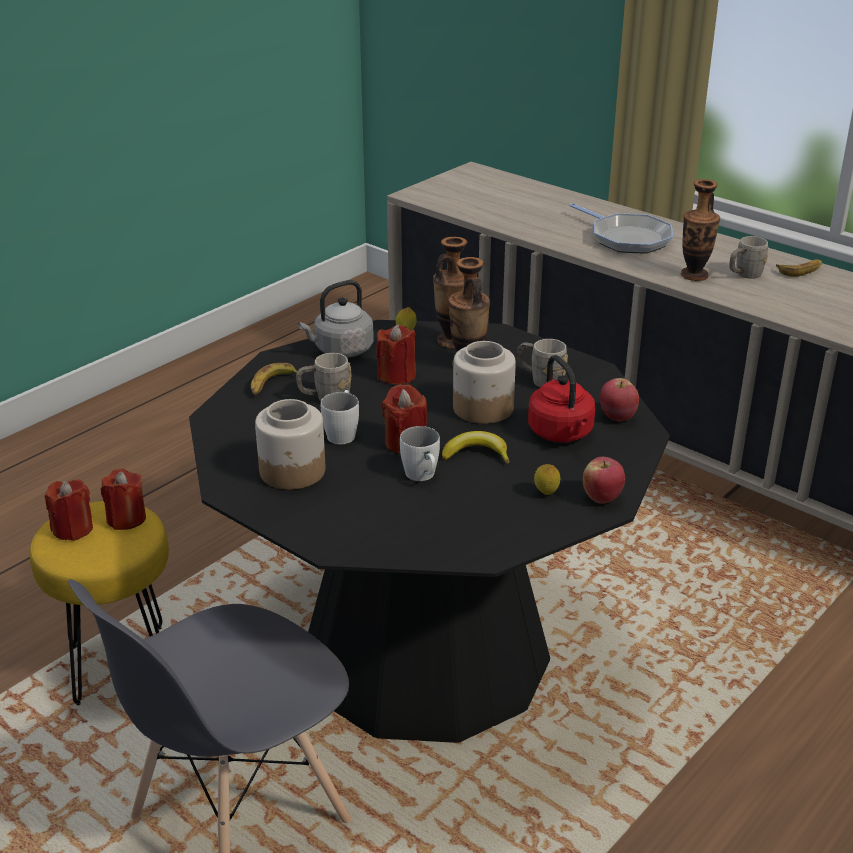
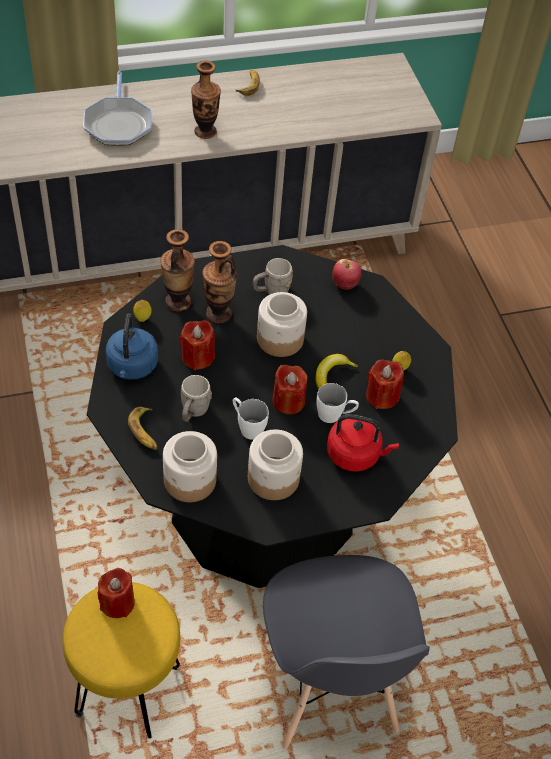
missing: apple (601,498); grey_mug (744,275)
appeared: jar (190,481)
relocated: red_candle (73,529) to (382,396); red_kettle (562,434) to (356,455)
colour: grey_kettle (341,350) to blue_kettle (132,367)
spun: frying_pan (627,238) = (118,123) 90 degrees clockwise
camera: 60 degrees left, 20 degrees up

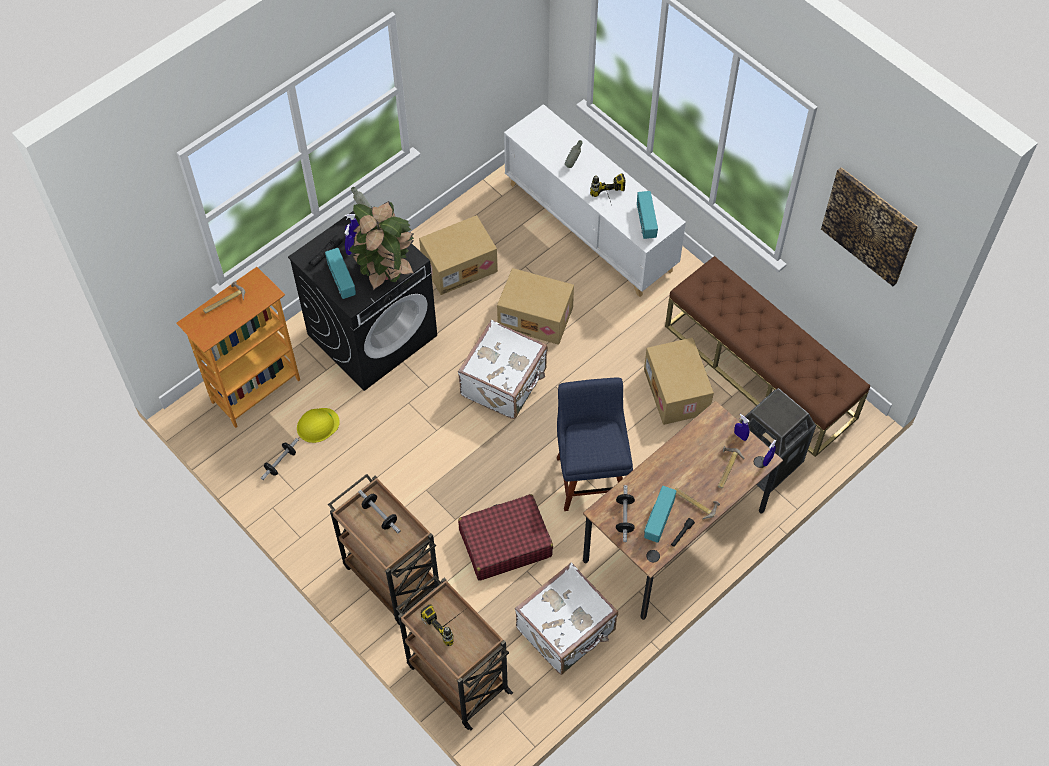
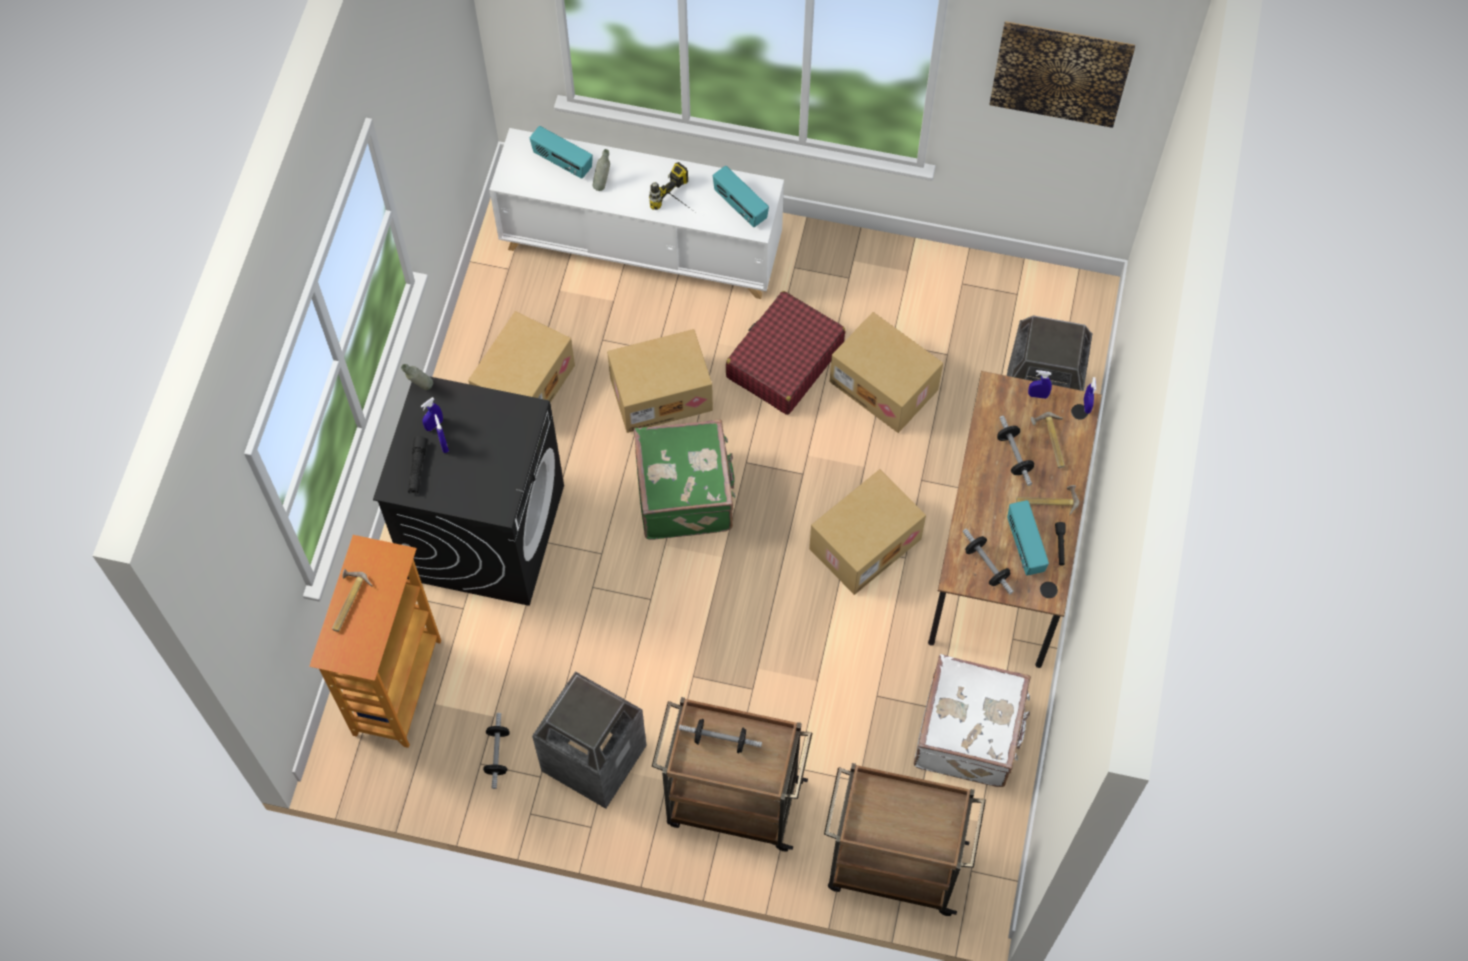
missing: yellow_hard_hat (317,425); potted_plant (385,270); power_drill (450,622); brown_bench (760,371)
appeared: trash_can (593,759); dumbbell (1014,455)
relocated: radio (341,281) to (562,162); red_suitcase (505,543) to (784,361)
exchanged: blue_chair (591,476) to cardboard_box (864,542)
colour: white_suitcase (505,383) to green_suitcase (686,494)
camera: 35 degrees left, 5 degrees up

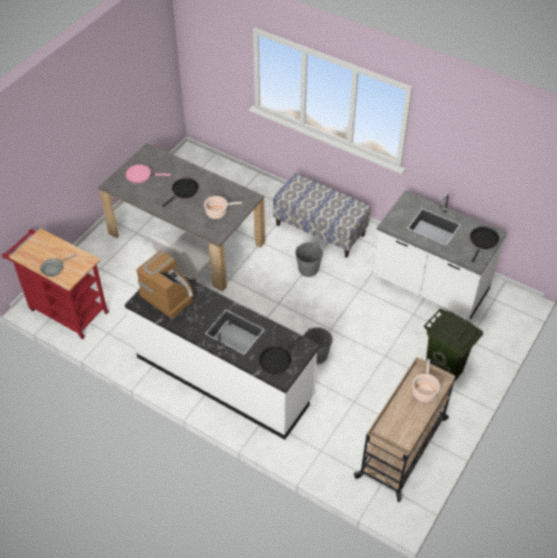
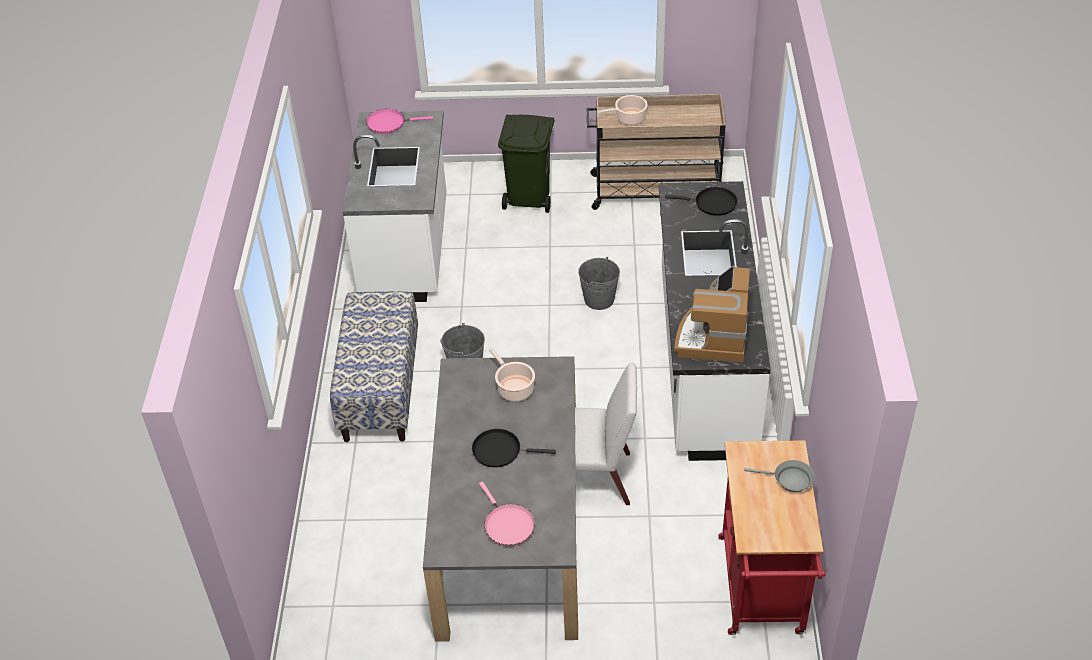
colour: black_frying_pan (483,241) to pink_frying_pan (389,123)
camera: 120 degrees left, 5 degrees down

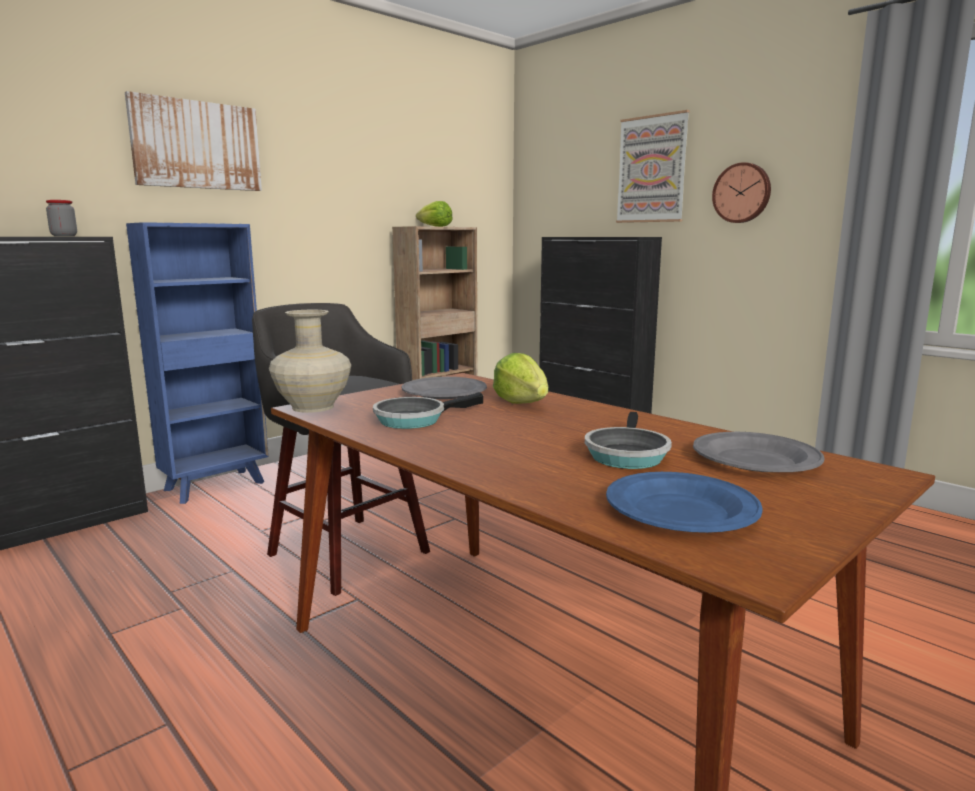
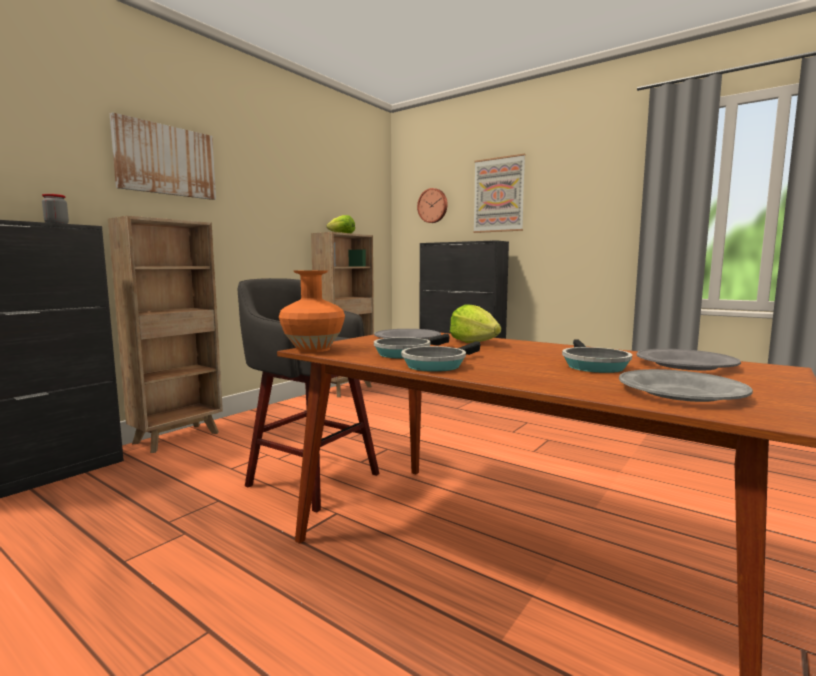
appeared: frying_pan (437,364)
relocated: wall_clock (742,193) to (433,205)
colour: blue_bookcase (217,486) to brown_bookcase (178,437); beige_vase (313,407) to orange_vase (312,349); blue_plate (680,510) to grey_plate (680,392)
camera: 10 degrees left, 5 degrees down

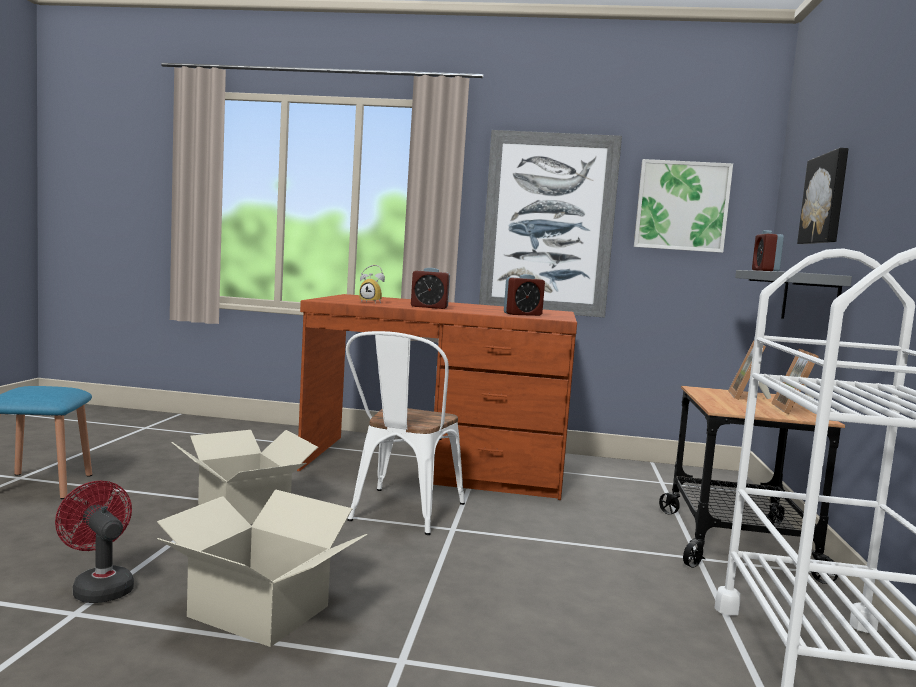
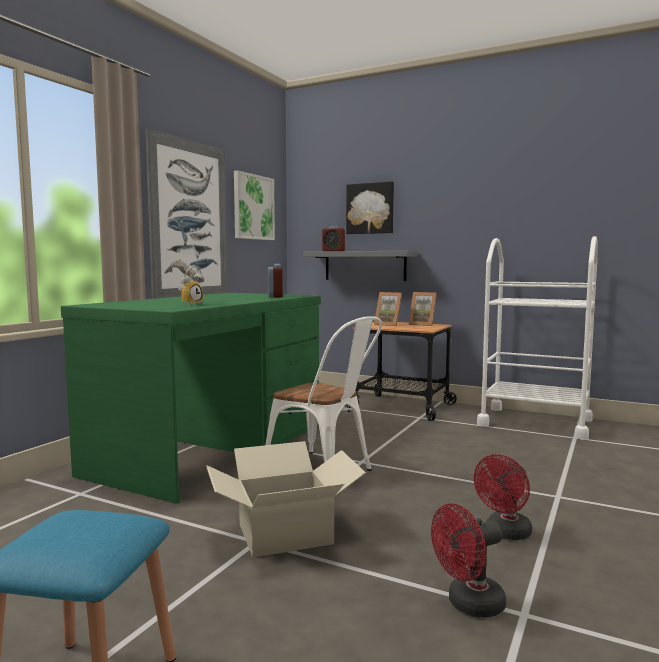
missing: alarm_clock (429,307)
exchanged: cardboard_box (258,612) to red_fan (505,533)
colour: brown_desk (437,466) to green_desk (212,449)
camera: 70 degrees left, 0 degrees up

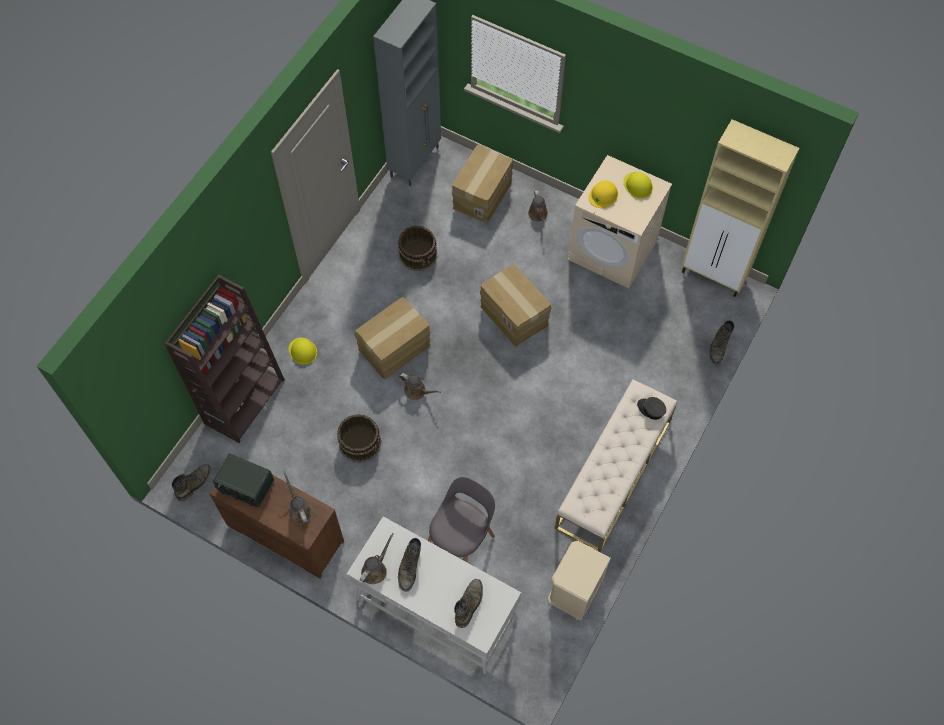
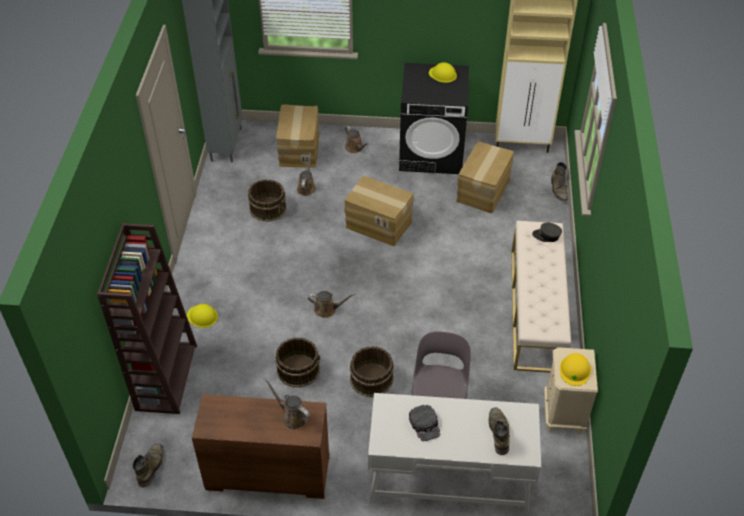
missing: radio (245,486)
appeared: brown_bucket (371,378)
relocated: cardboard_box (395,348) to (484,190); brown_watering_can (375,569) to (306,187); yellow_hard_hat (603,195) to (575,370)
exchanged: green_boot (409,567) to black_cap (425,424)
colour: beige_washing_machine (613,250) to black_washing_machine (432,153)
camera: 25 degrees left, 15 degrees down

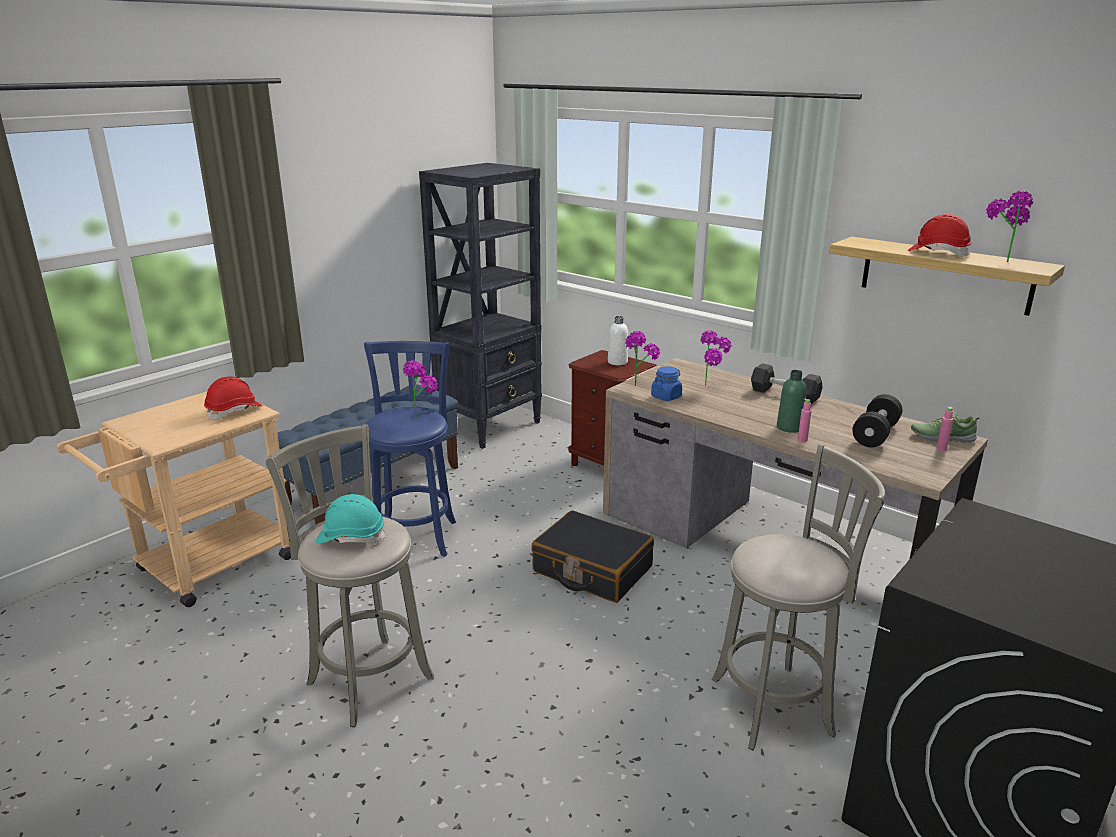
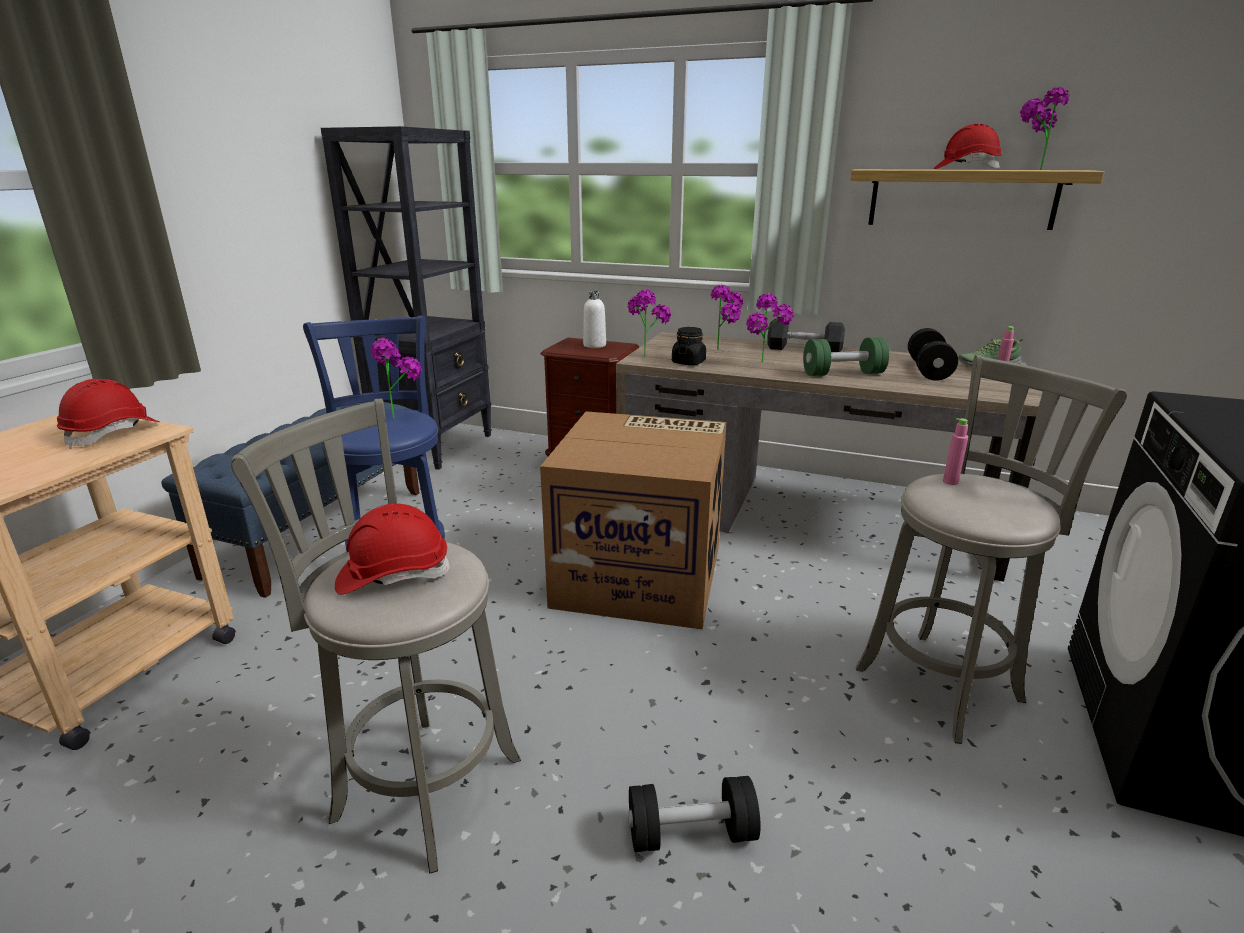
appeared: black_dumbbell (691,833); potted_plant (765,364)
relocated: pink_bottle (802,440) to (950,482)
exchanged: black_suitcase (592,570) to cardboard_box (641,575); green_bottle (789,427) to green_dumbbell (843,374)
colour: turquoise_hard_hat (351,537) to red_hard_hat (393,575); blue_jar (666,397) to black_jar (688,362)
camera: 20 degrees left, 0 degrees up

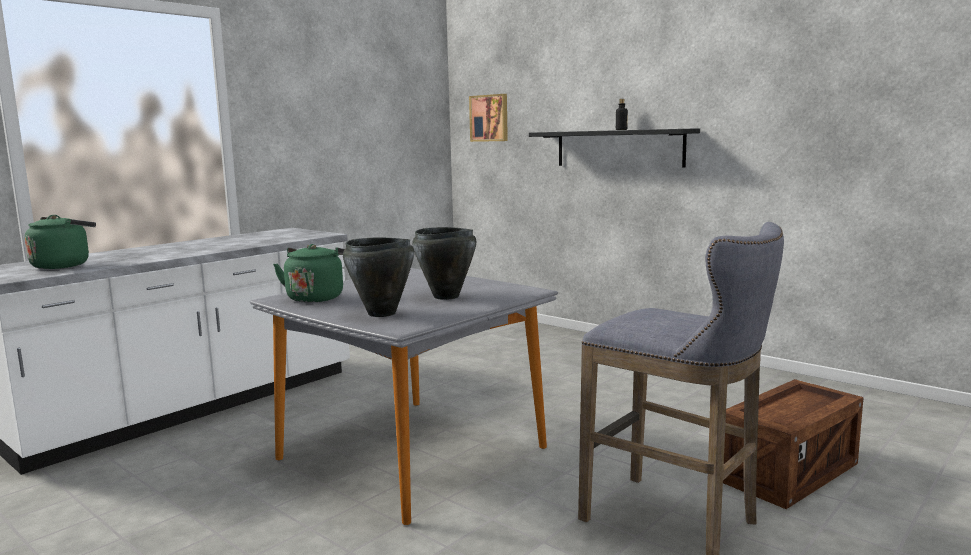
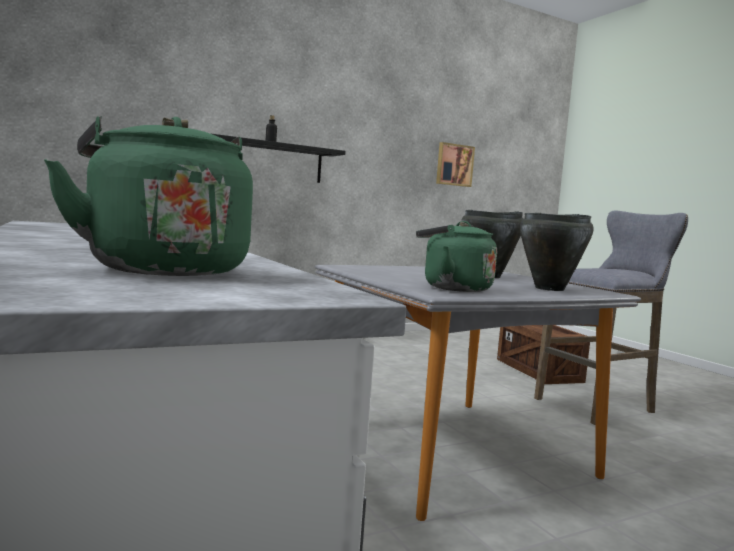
relocated: picture (489,118) to (454,165)
camera: 70 degrees left, 5 degrees down

